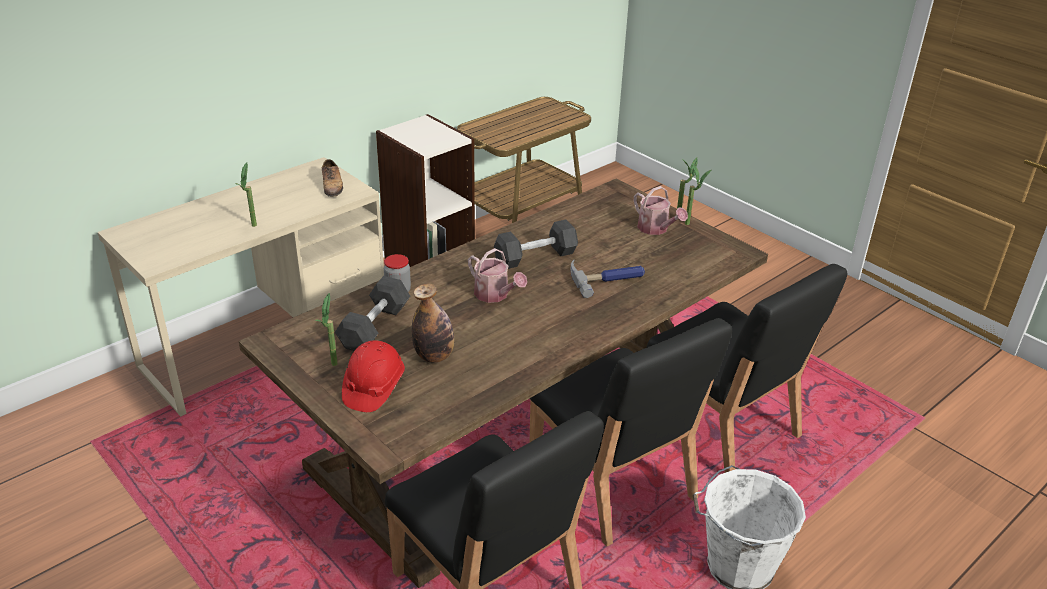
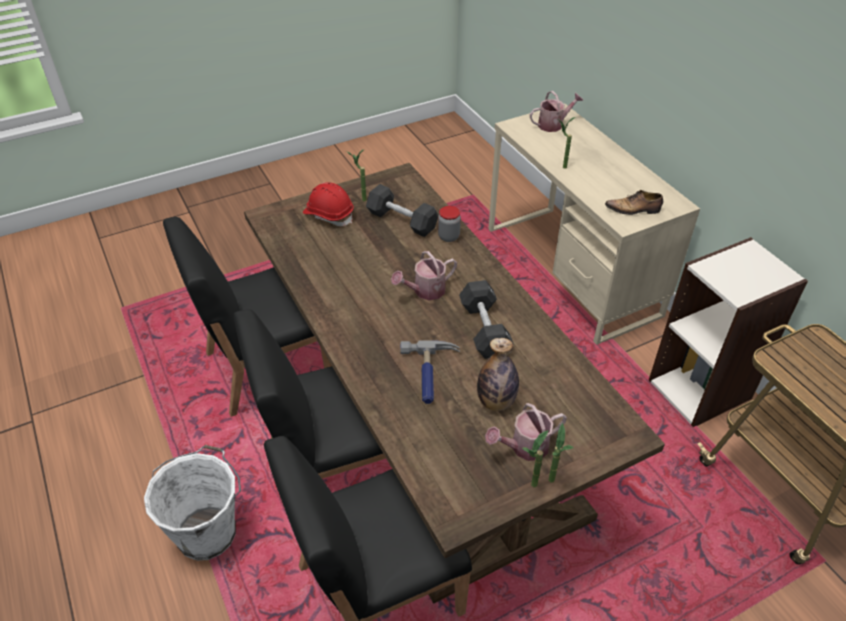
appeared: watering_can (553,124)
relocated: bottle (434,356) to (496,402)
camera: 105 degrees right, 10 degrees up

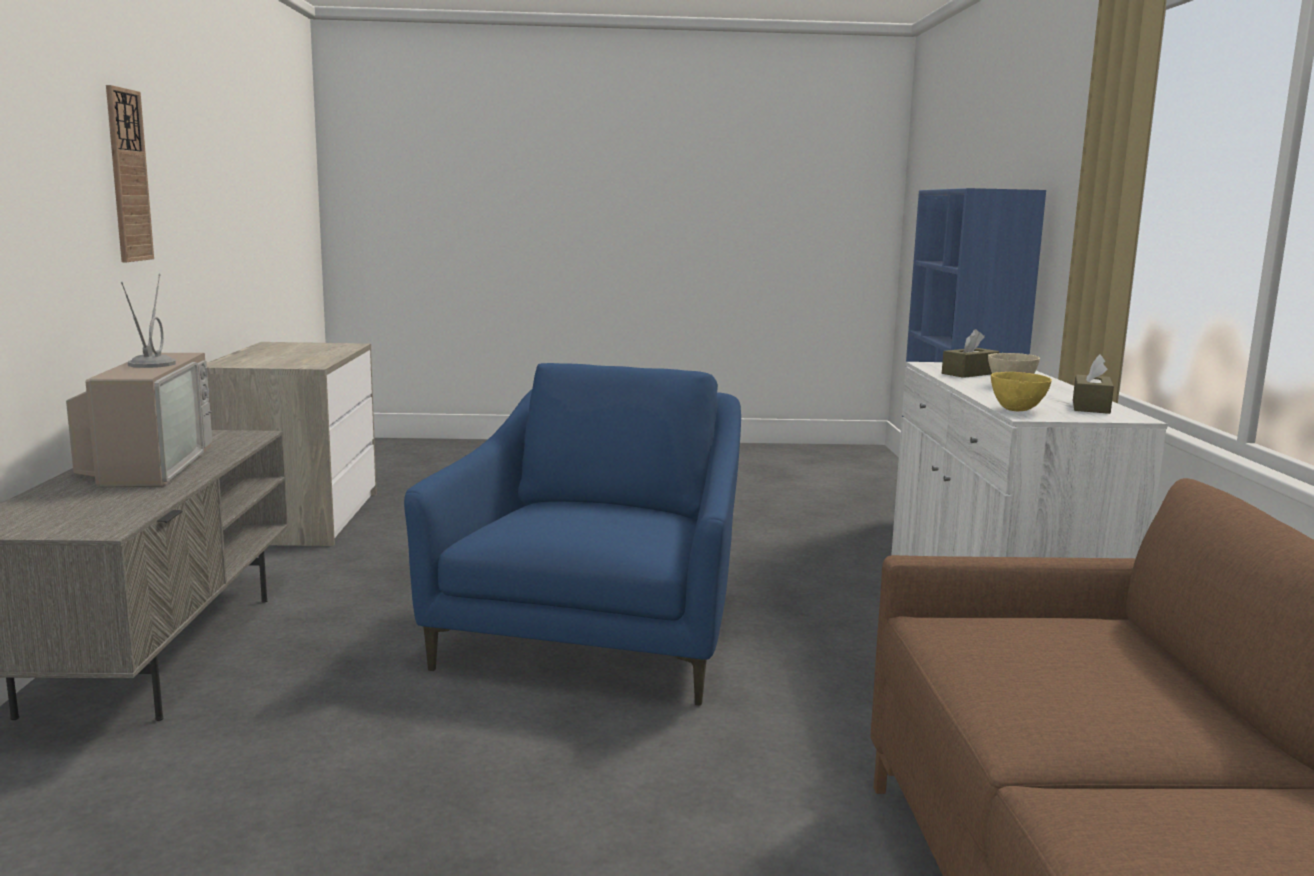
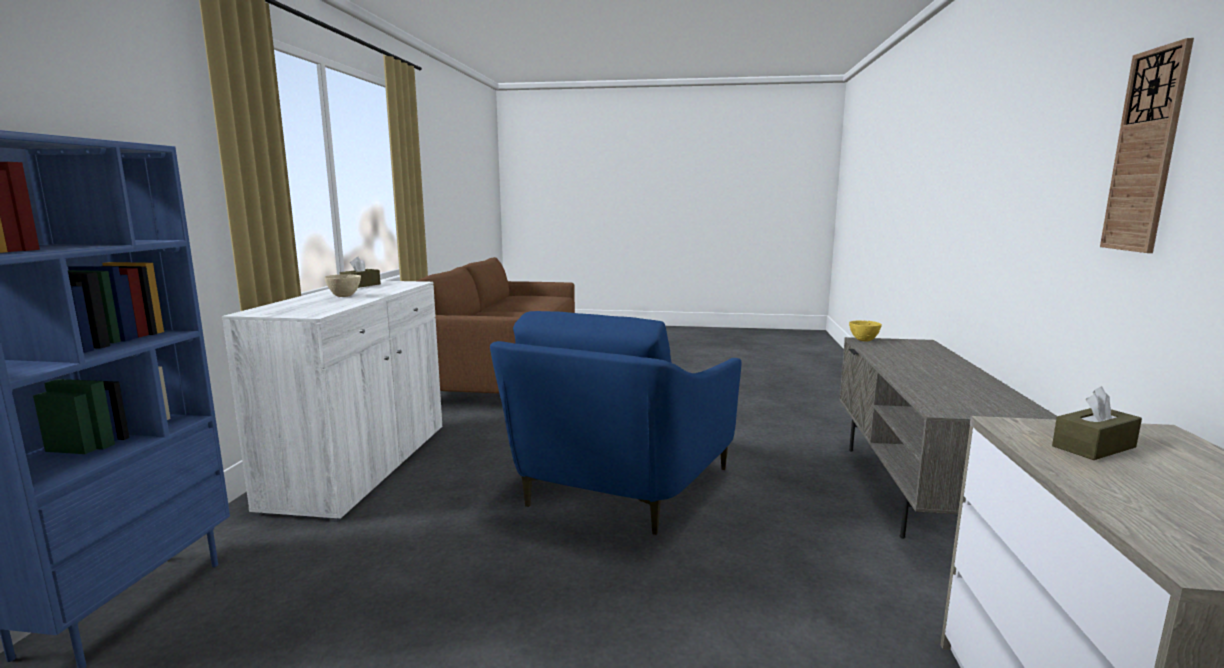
missing: television (147,465)
relocated: brown_tissue_box (969,373) to (1093,447); yellow_bowl (1017,410) to (863,340)
camera: 170 degrees left, 0 degrees up

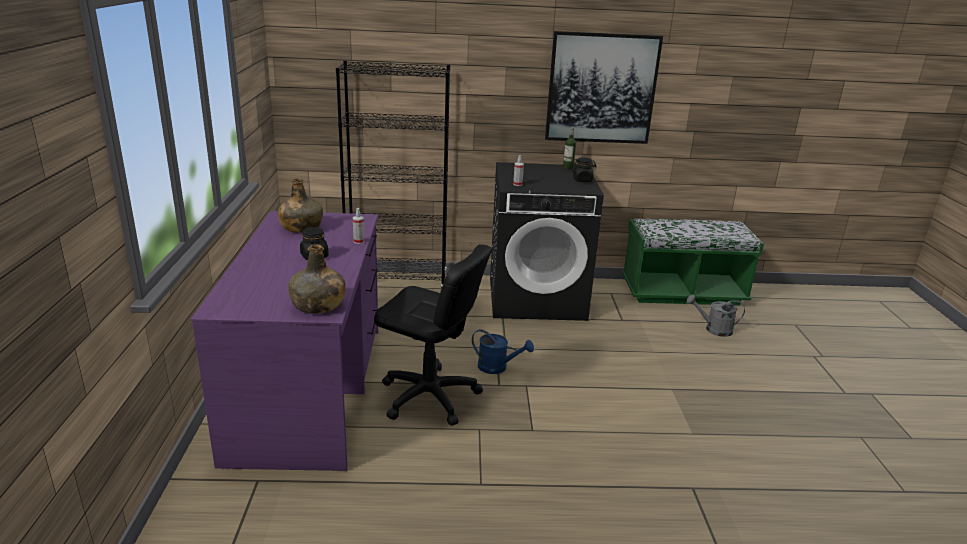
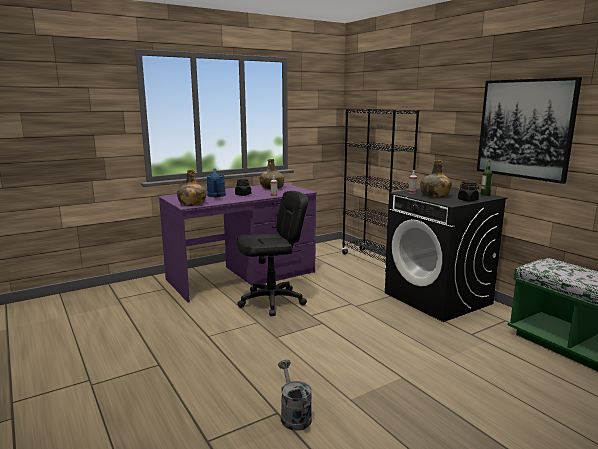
appeared: green_bottle (434,195)
relocated: blue_watering_can (497,367) to (216,196); grey_watering_can (713,329) to (293,415)
spun: black_office_chair (429,397) = (272,301) 105 degrees counterclockwise
camera: 60 degrees right, 10 degrees down

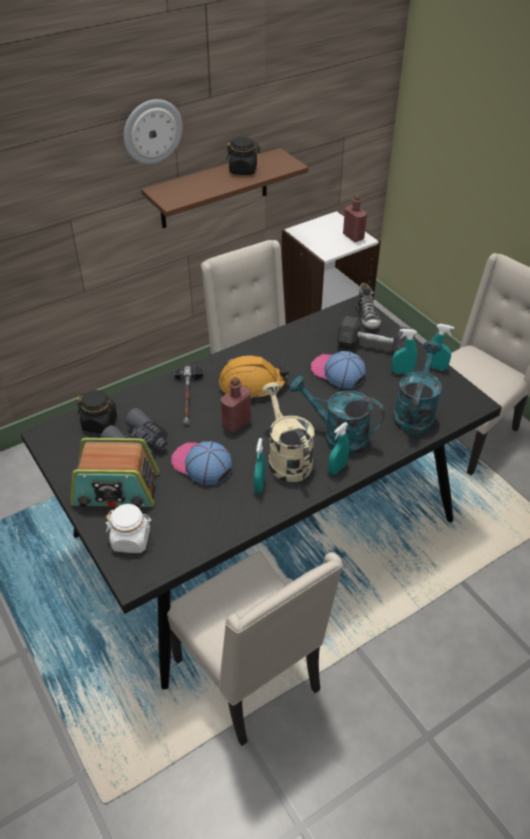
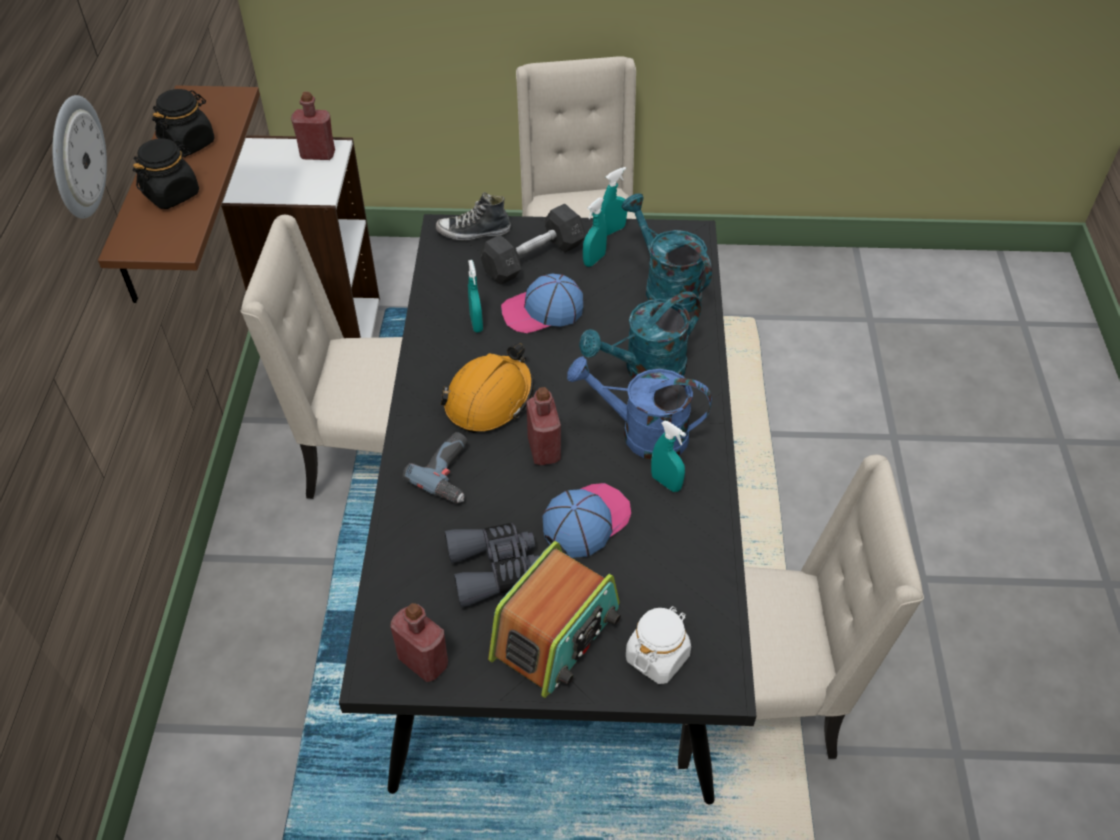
appeared: red_bottle (423,661)
relocated: black_jar (100,424) to (172,194); turquoise_spray_bottle (337,468) to (476,323)
exchanged: hammer (188,397) to power_drill (451,473)
colour: beige_watering_can (286,457) to blue_watering_can (642,434)
spun: cap (201,464) = (586,521) 150 degrees clockwise; shoe (367,317) = (473,232) 150 degrees clockwise
camera: 55 degrees left, 5 degrees up

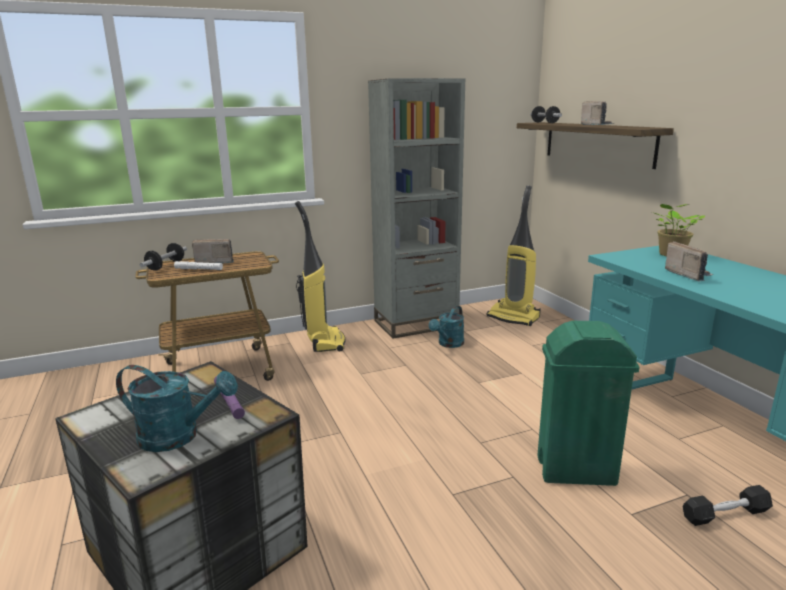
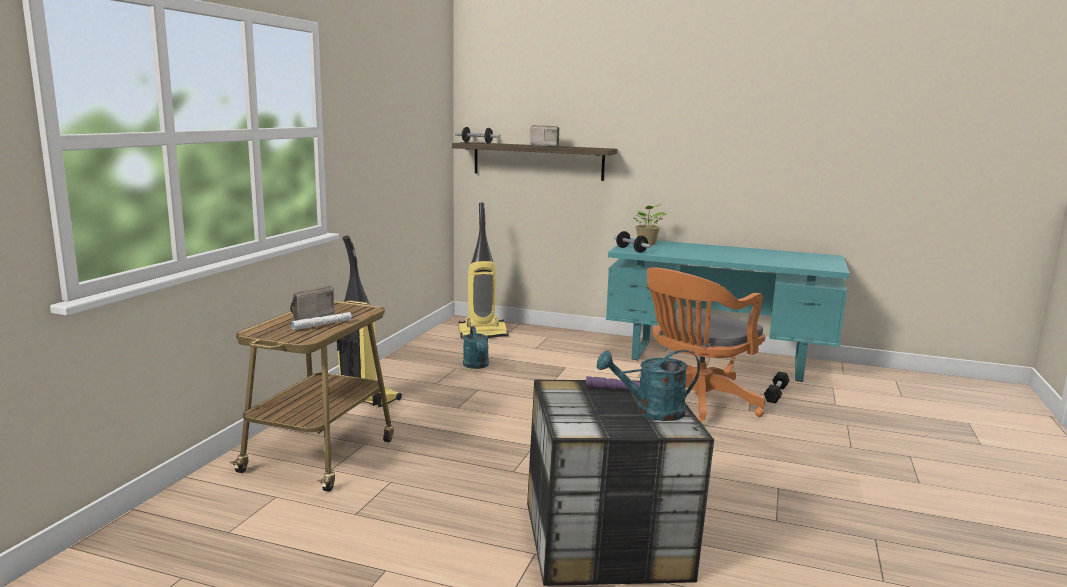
missing: grey_bookcase (416,324); radio (688,274)
relocated: dumbbell (166,266) to (631,250)
exchanged: green_trash_can (574,471) to orange_office_chair (694,404)
spun: turquoise_watering_can (178,437) = (651,412) 150 degrees counterclockwise
camera: 50 degrees left, 5 degrees down

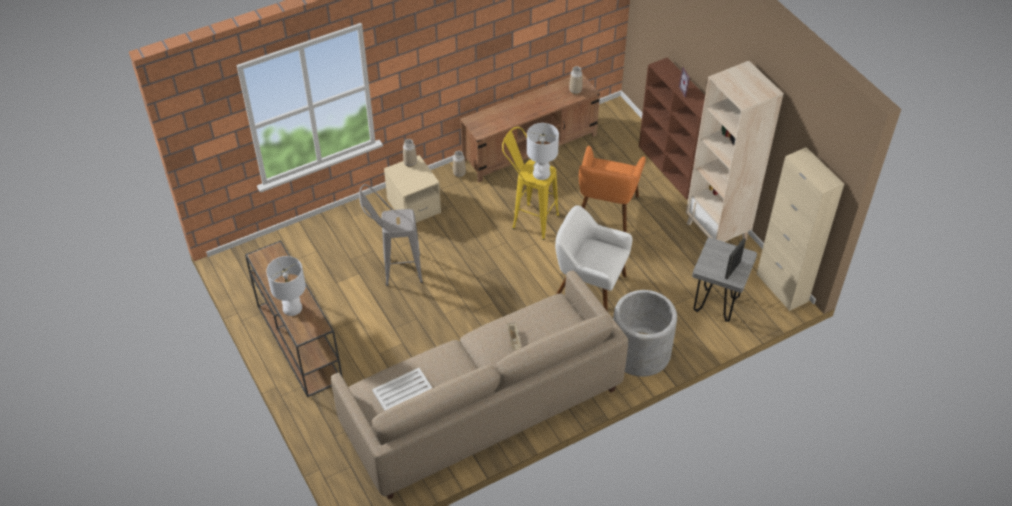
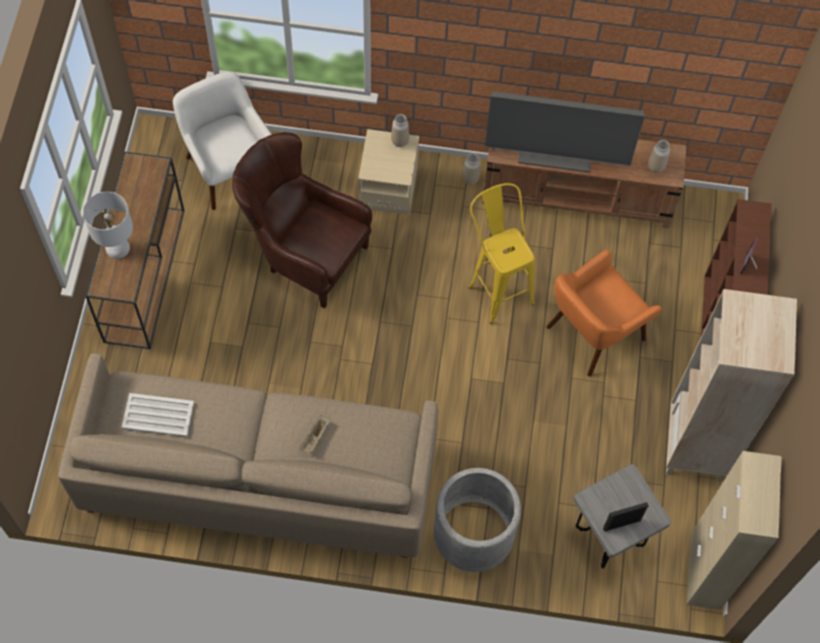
missing: white_table_lamp (541,173)
appeared: television (556,153)
relocated: white_armchair (589,286) to (229,168)
exchanged: grey_stool (395,270) to brown_armchair (305,254)
camera: 35 degrees right, 15 degrees up

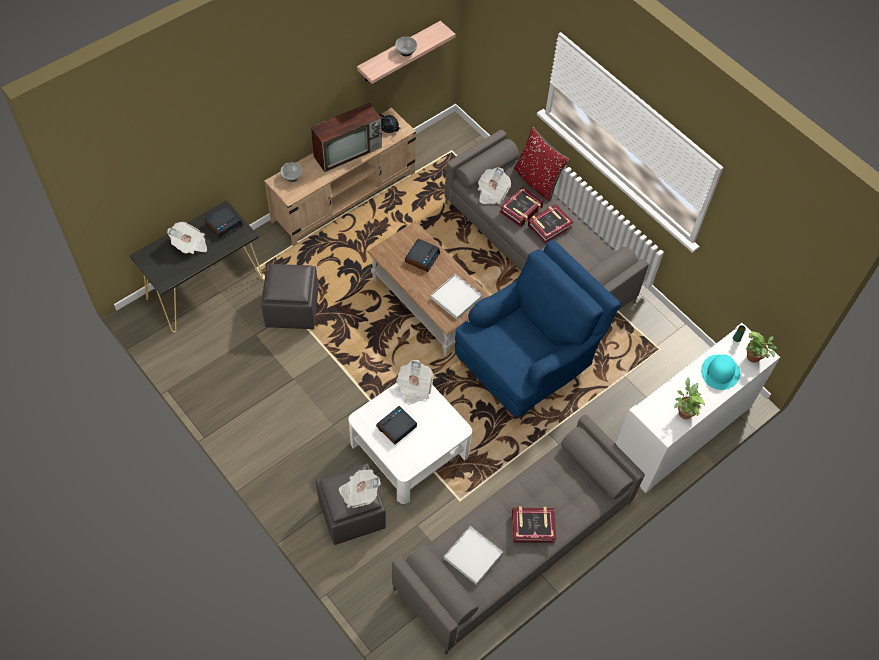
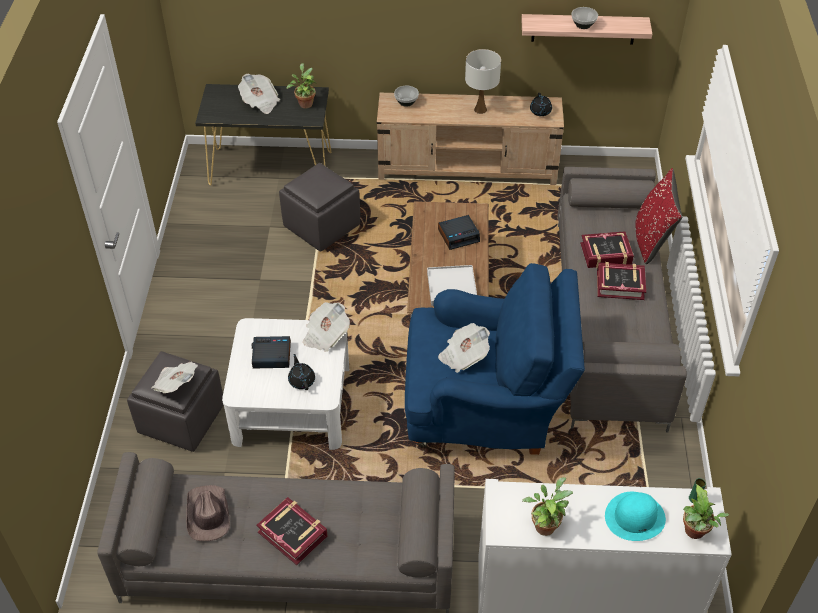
appeared: black_teapot (302,380)
relocated: newspaper (492,193) to (463,356)
exchanged: alarm_clock (224,224) to potted_plant (305,103); television (348,151) to white_table_lamp (480,109); white_tray (473,556) to brown_hat (207,514)
camera: 45 degrees right, 10 degrees down

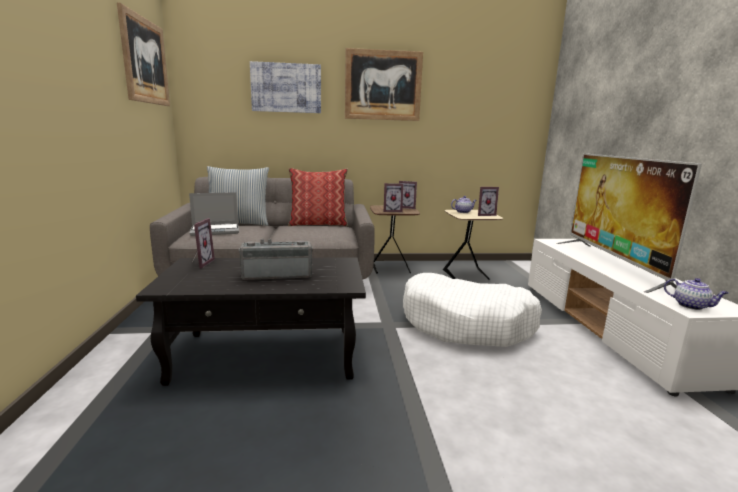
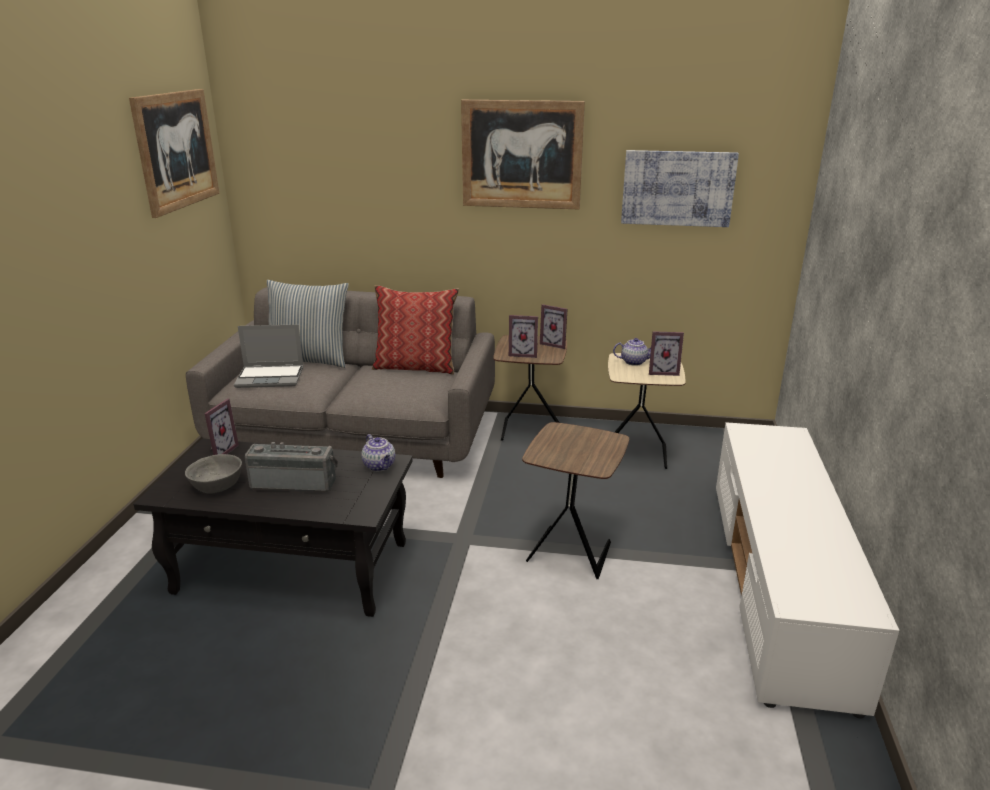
missing: television (612,263)
appeared: grey_bowl (216,486)
relocated: picture (286,88) to (677,188); teapot (691,306) to (380,466)
exchanged: white_dog_bed (466,324) to brown_side_table (570,550)
camera: 15 degrees right, 10 degrees up

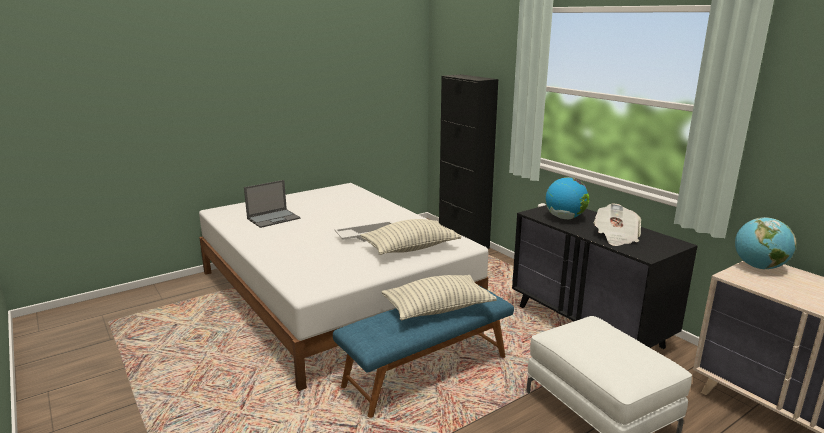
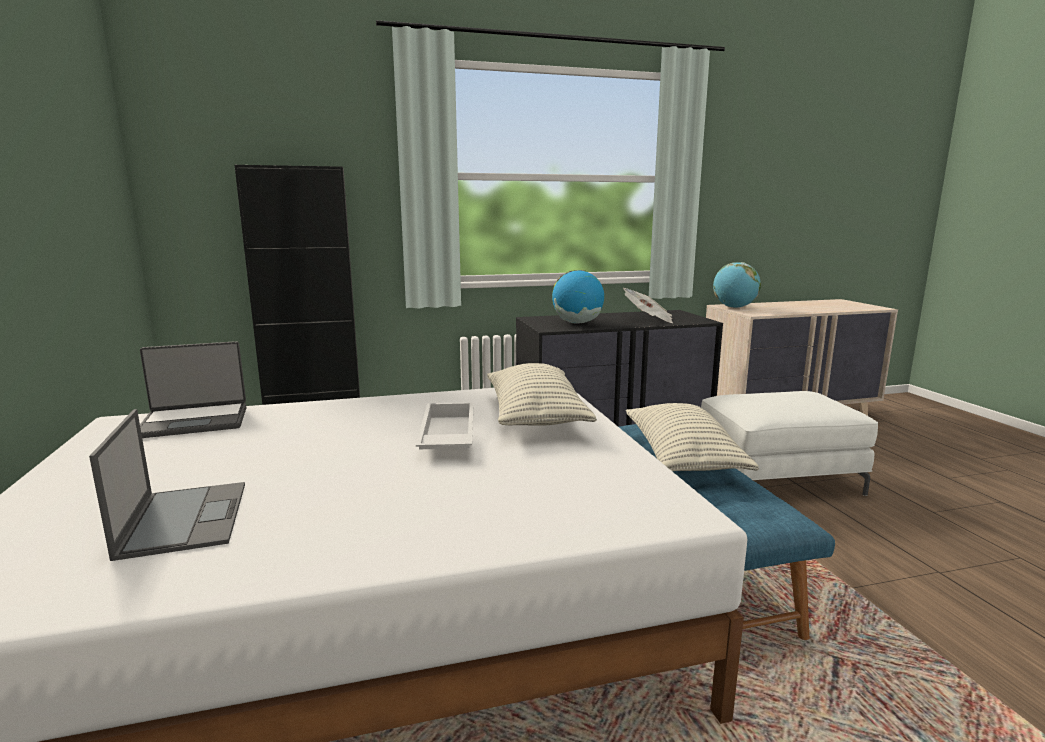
appeared: laptop (195,421)
camera: 70 degrees left, 5 degrees down

